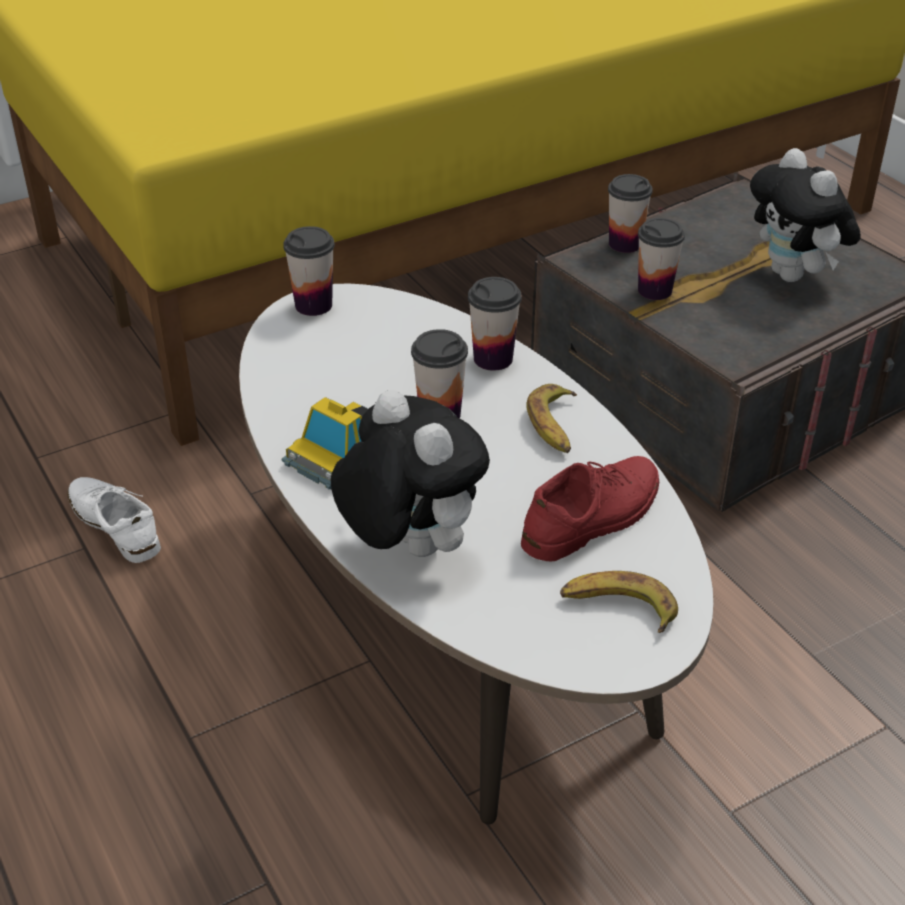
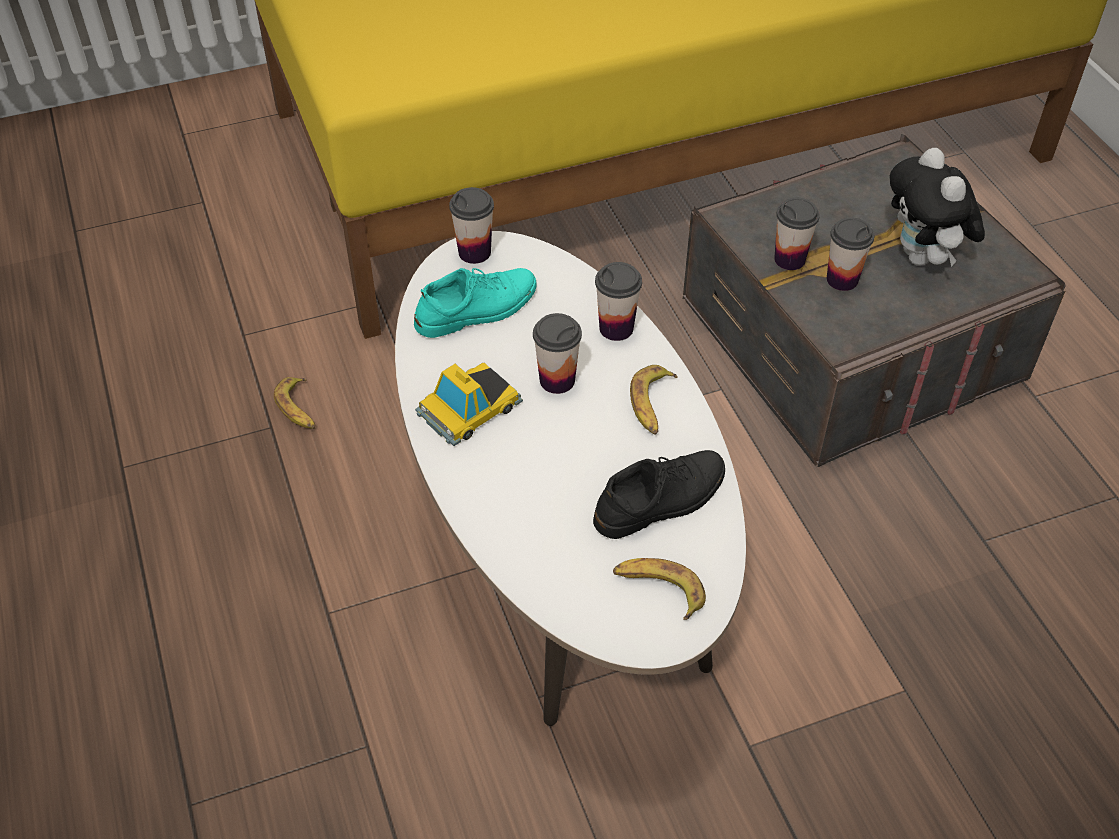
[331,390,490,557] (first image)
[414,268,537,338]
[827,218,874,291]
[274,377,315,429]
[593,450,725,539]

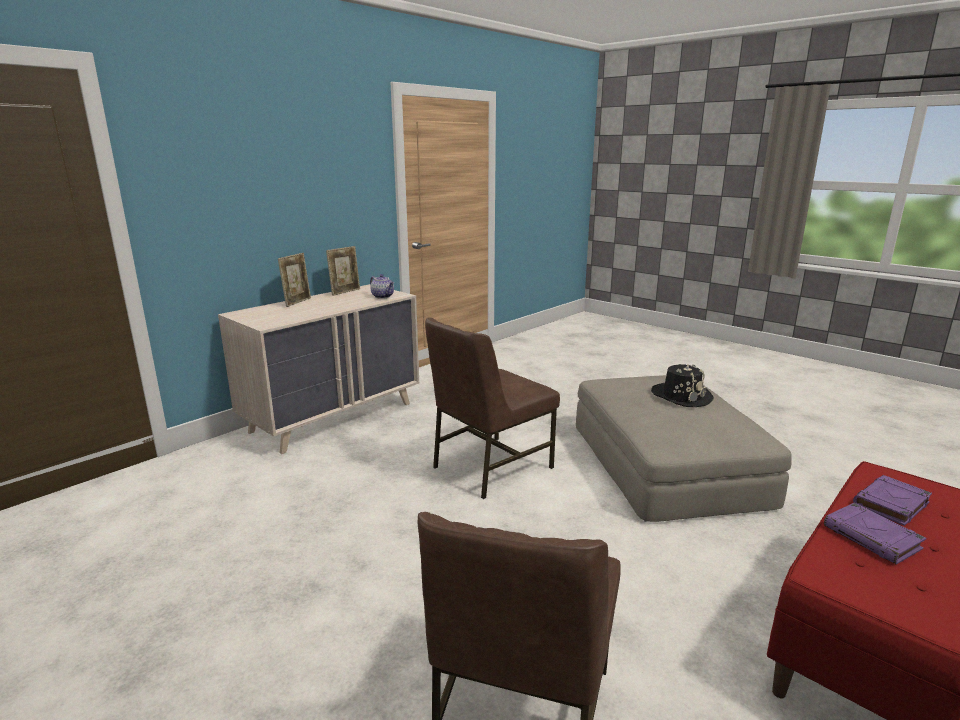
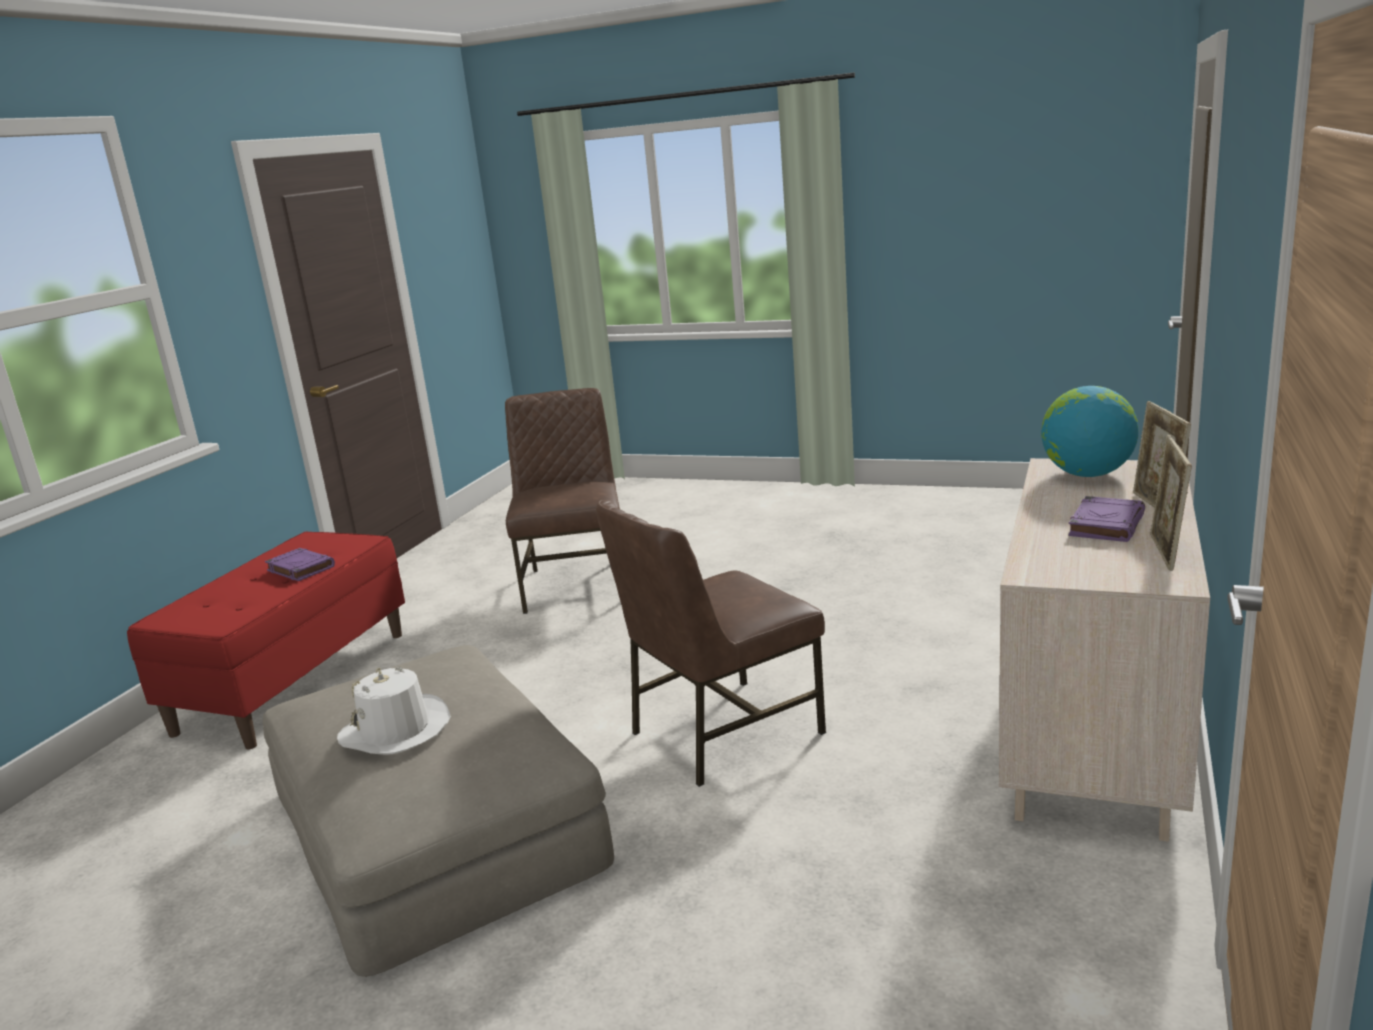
[370,274,394,299] (first image)
[1041,386,1139,477]
[1068,496,1145,542]
[337,666,451,755]
[596,500,826,787]

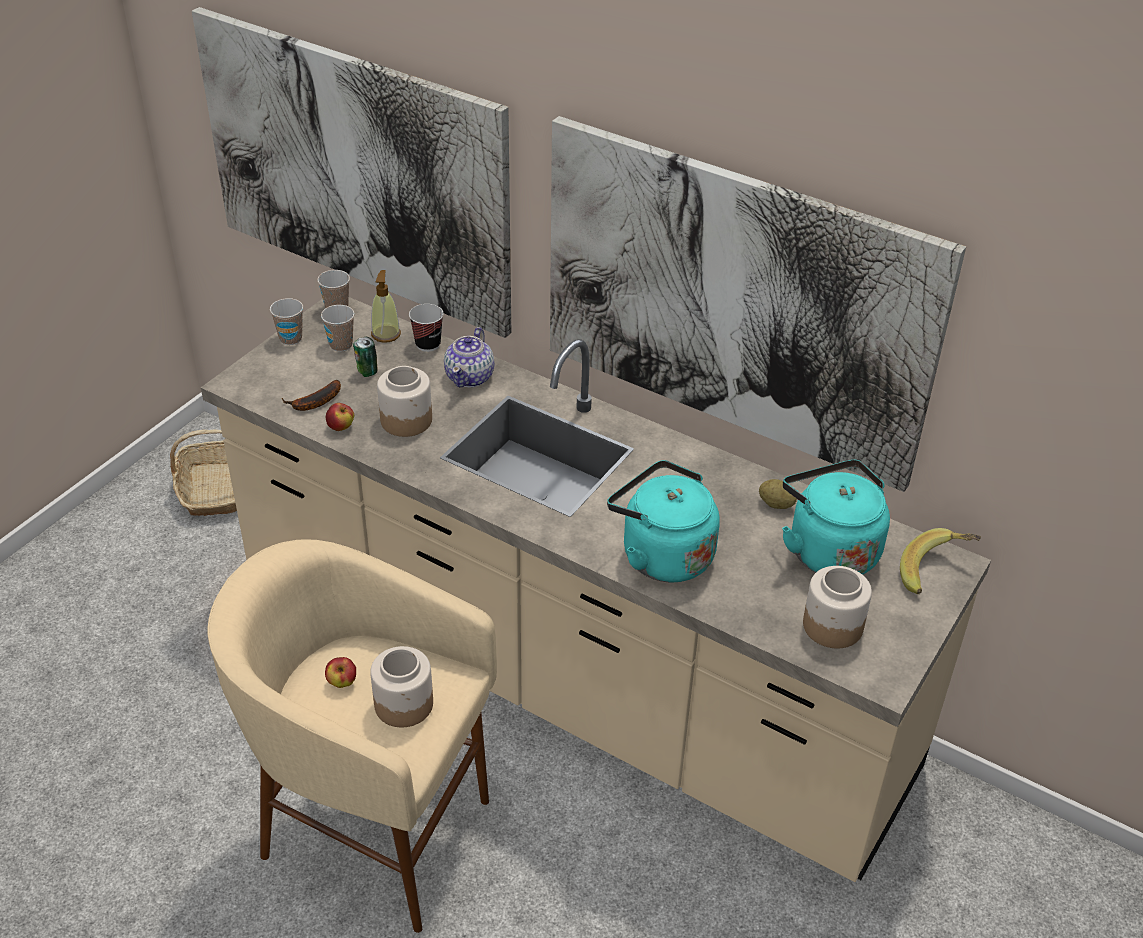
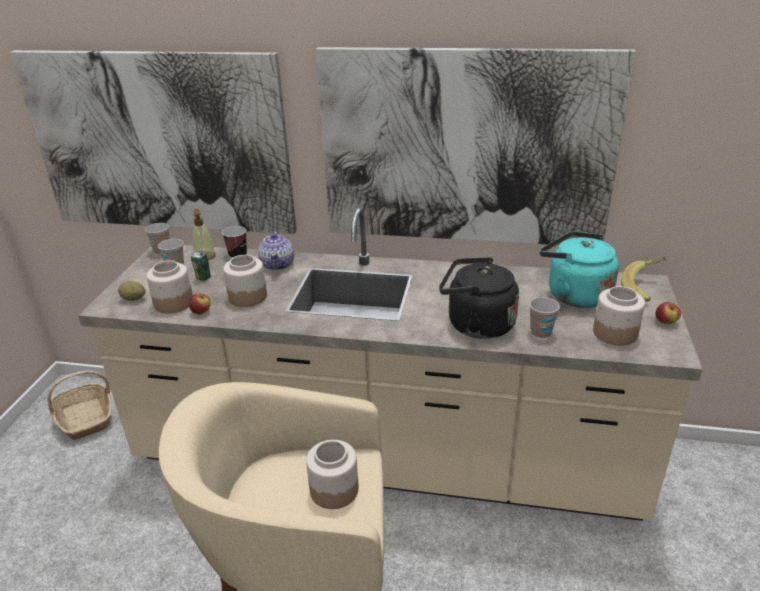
[530,297,560,338]
[656,302,681,324]
[118,281,146,301]
[146,260,193,313]
[439,257,519,339]

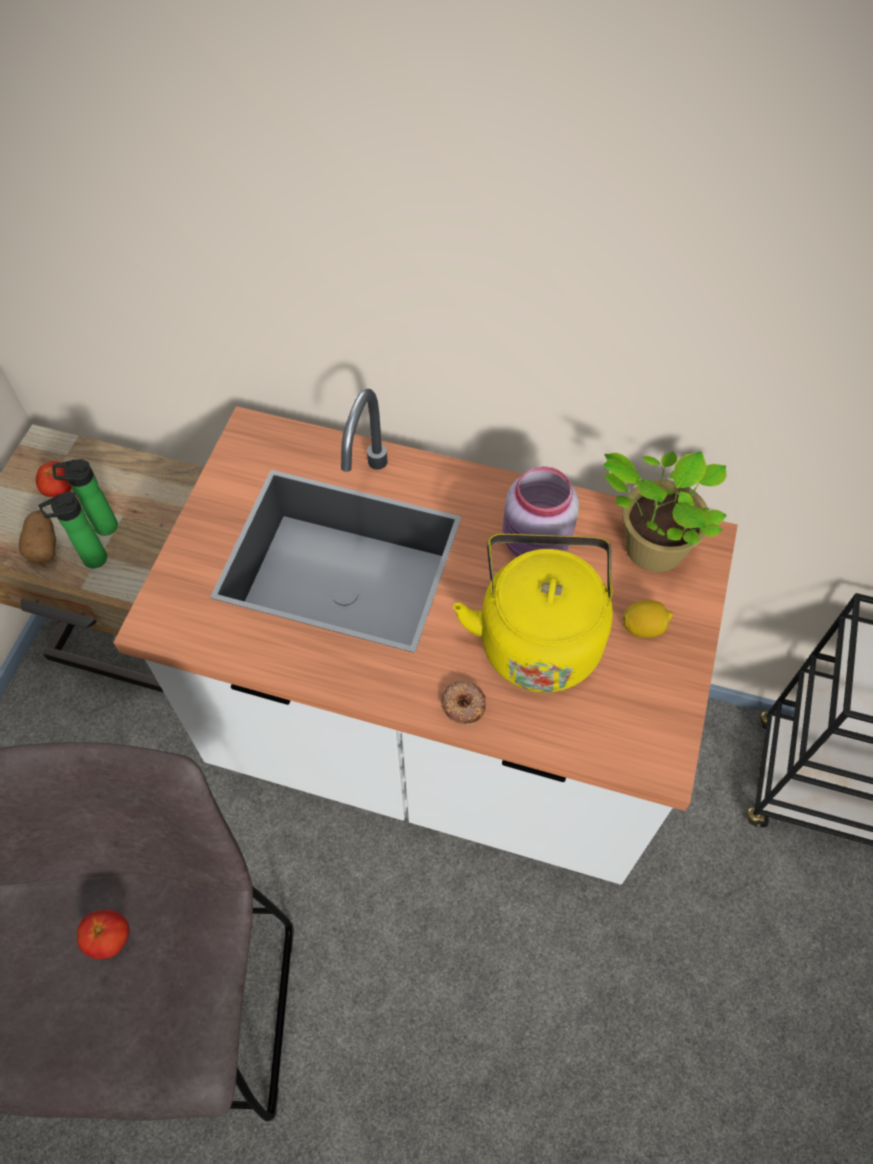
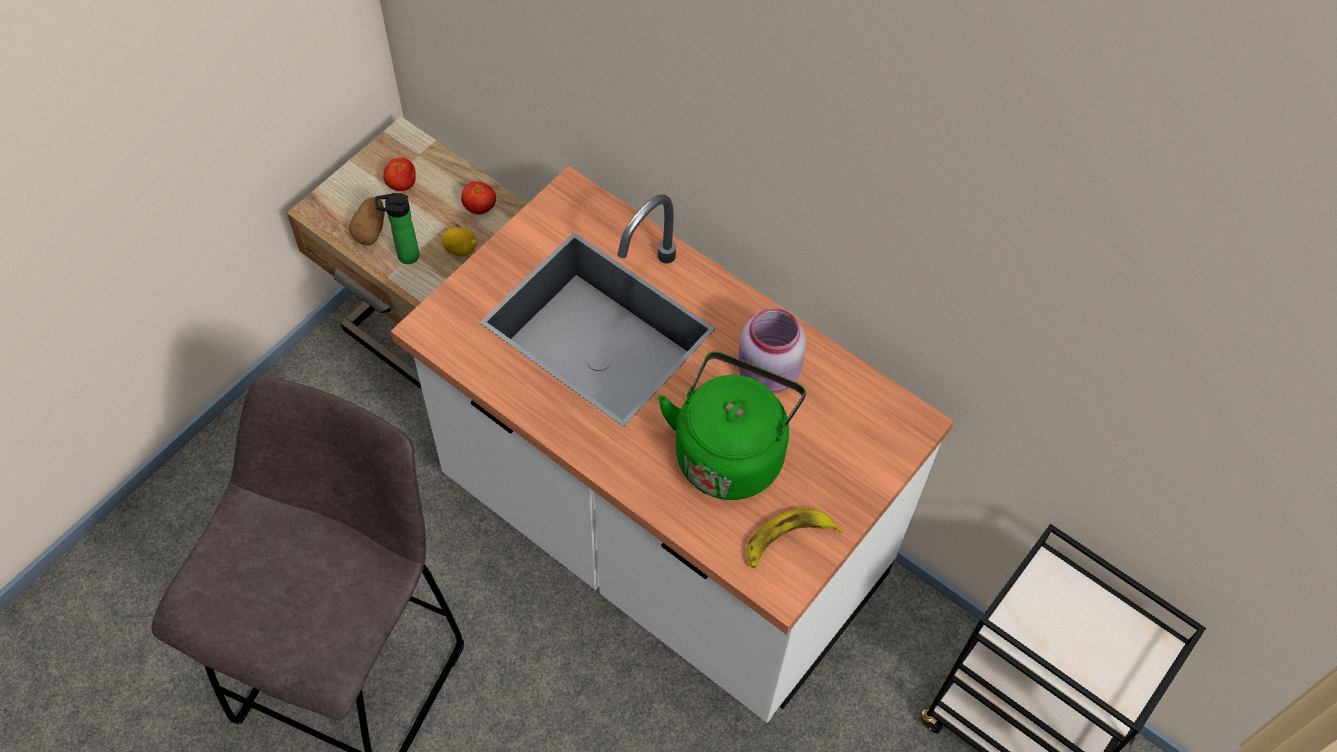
[52,459,118,536] (first image)
[441,681,486,726] (first image)
[604,451,727,572] (first image)
[746,509,843,568]
[461,182,496,214]
[442,227,477,256]
[658,352,806,500]

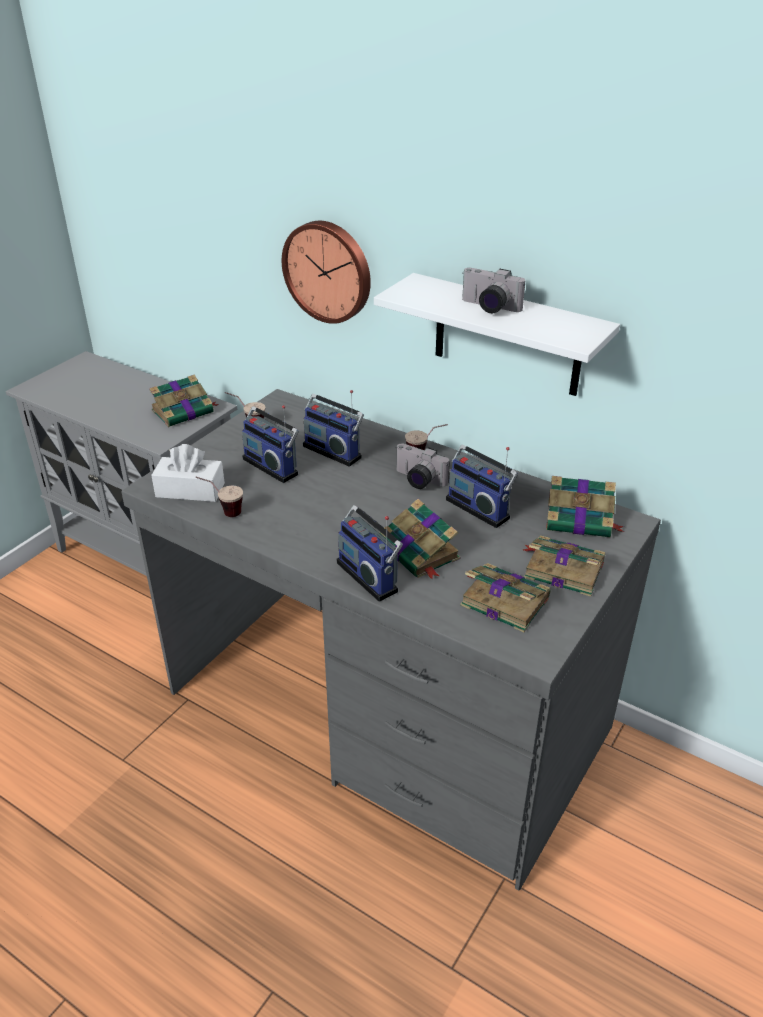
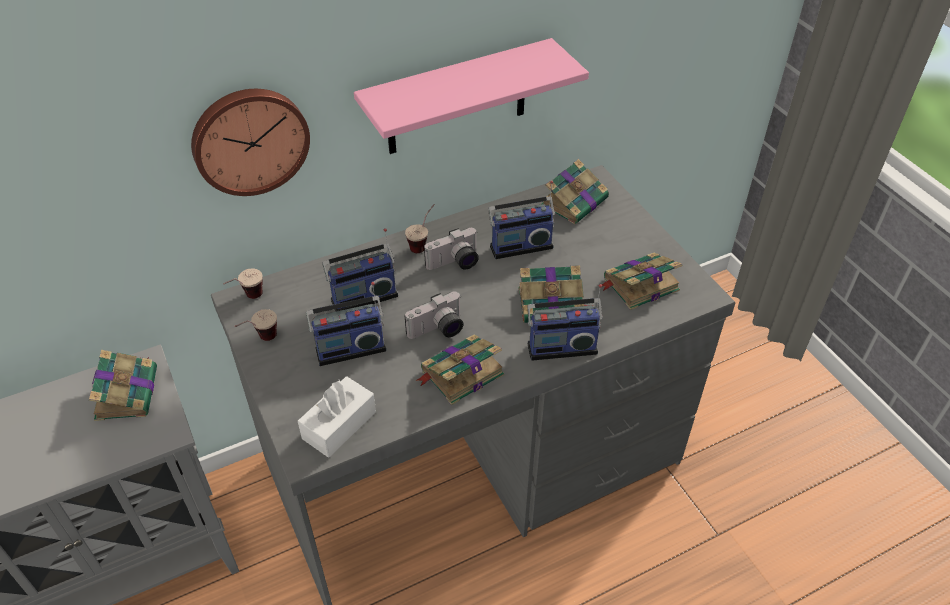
[223,269,263,299]
[405,291,464,339]
[416,335,504,405]
[354,38,589,154]

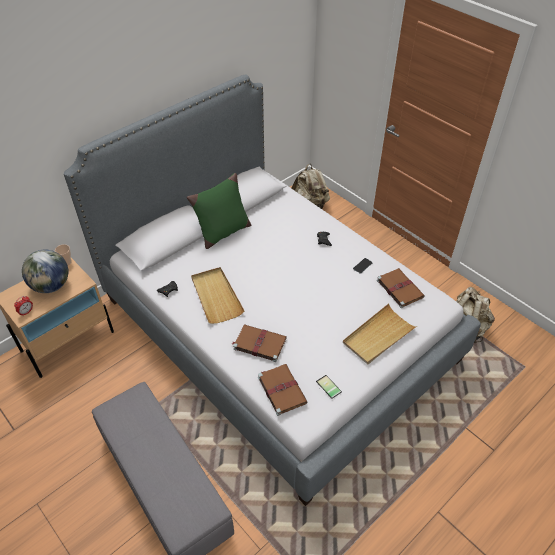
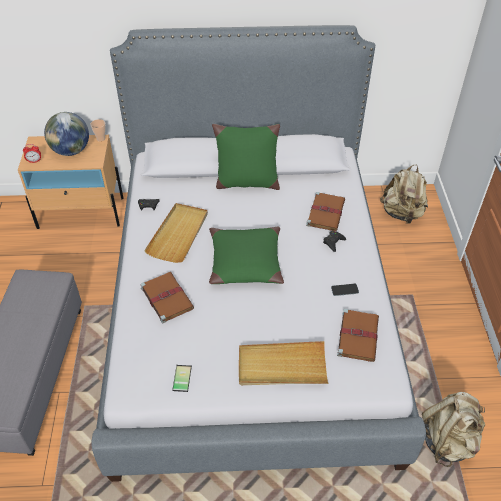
[209,227,284,284]
[306,192,345,231]

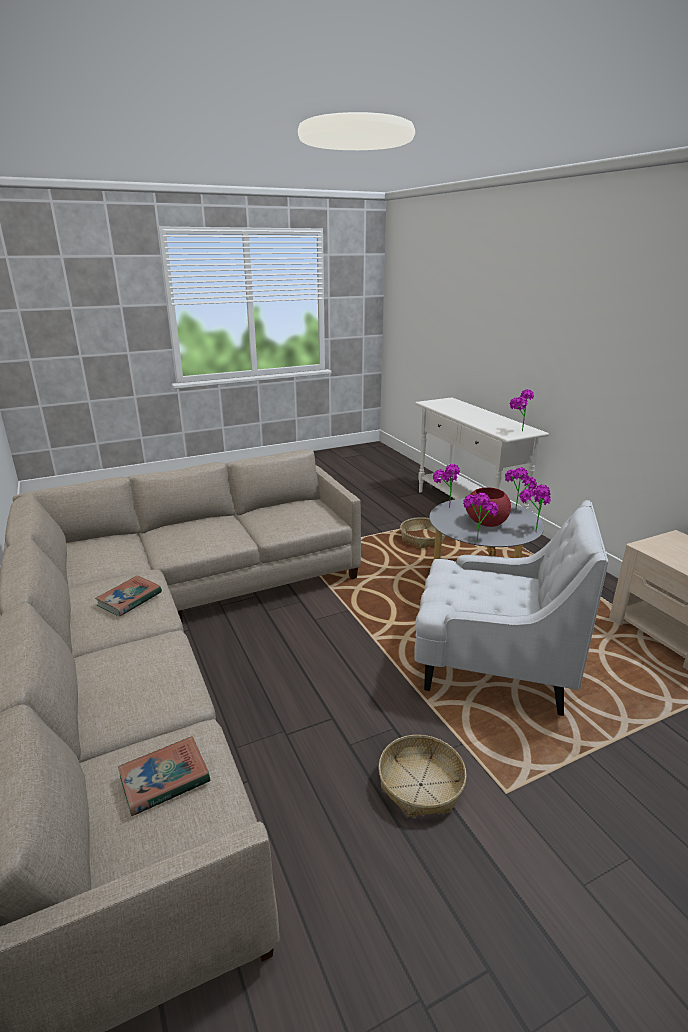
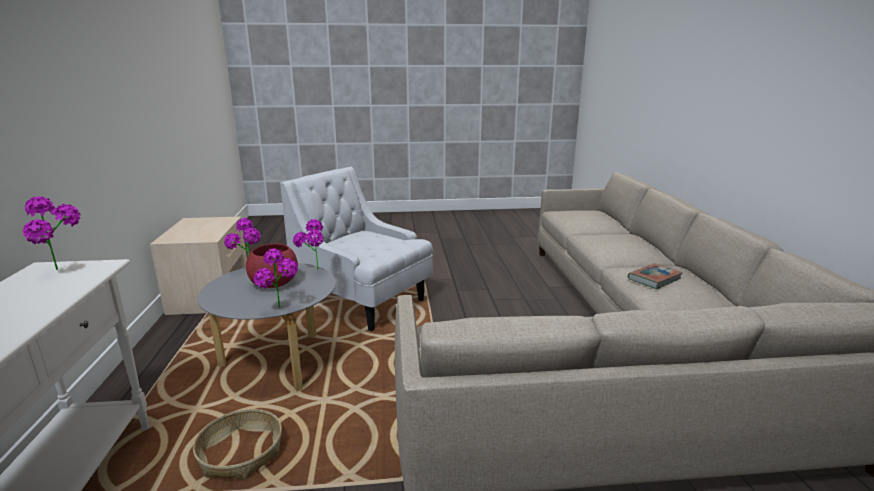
[118,736,210,816] (first image)
[378,735,467,817] (first image)
[505,468,537,512] (first image)

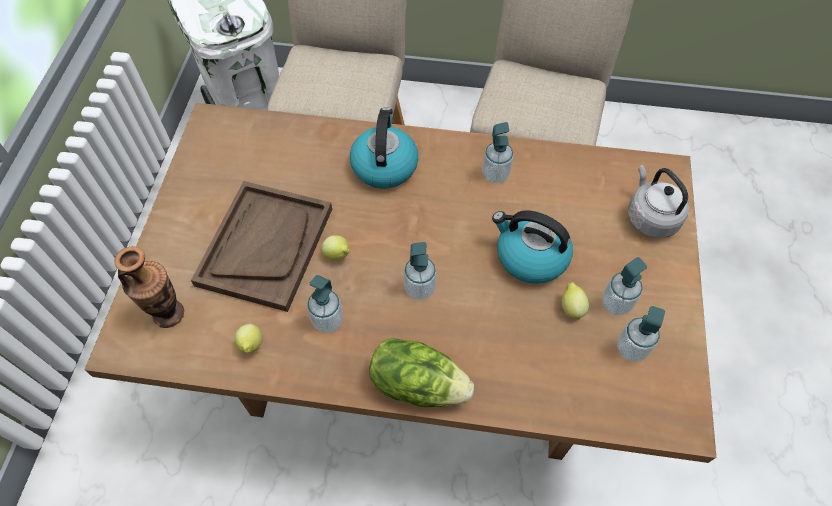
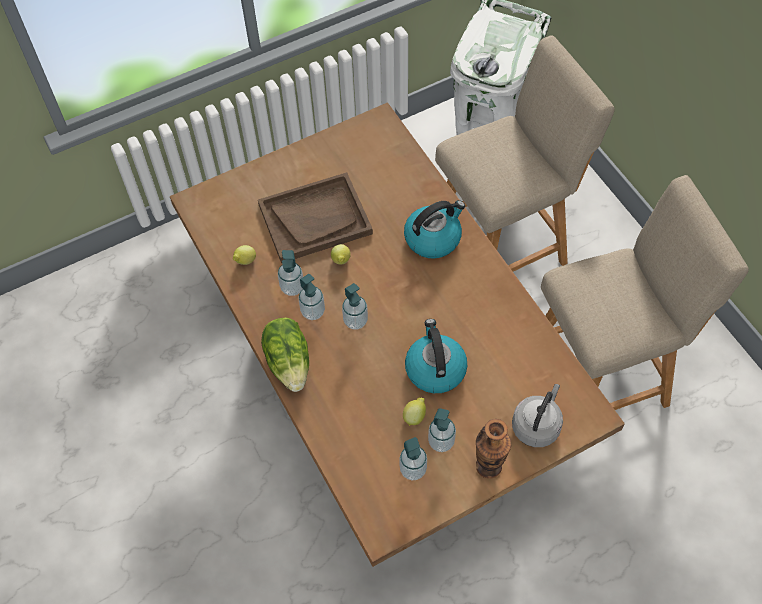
[476,419,511,479]
[299,274,325,320]

